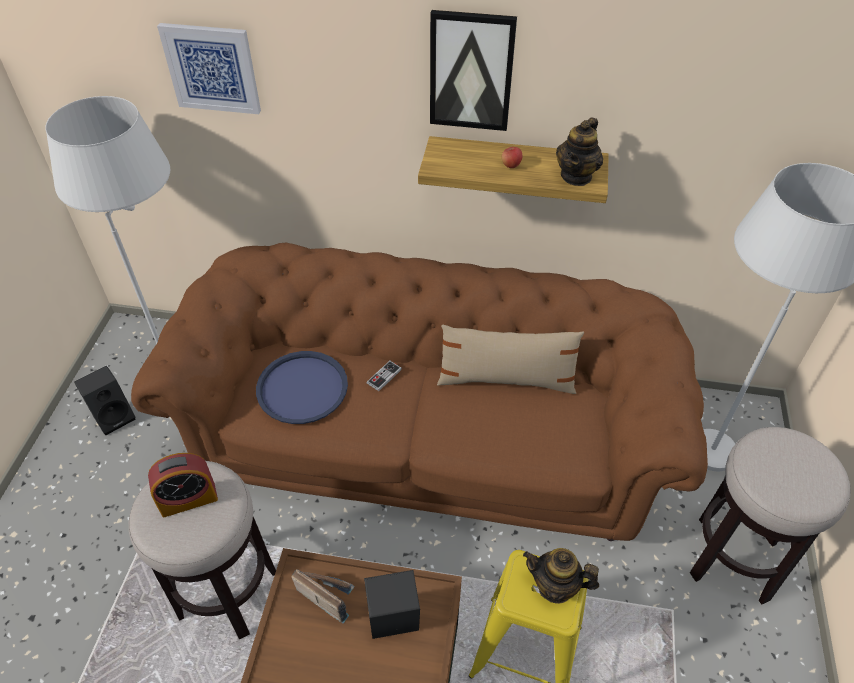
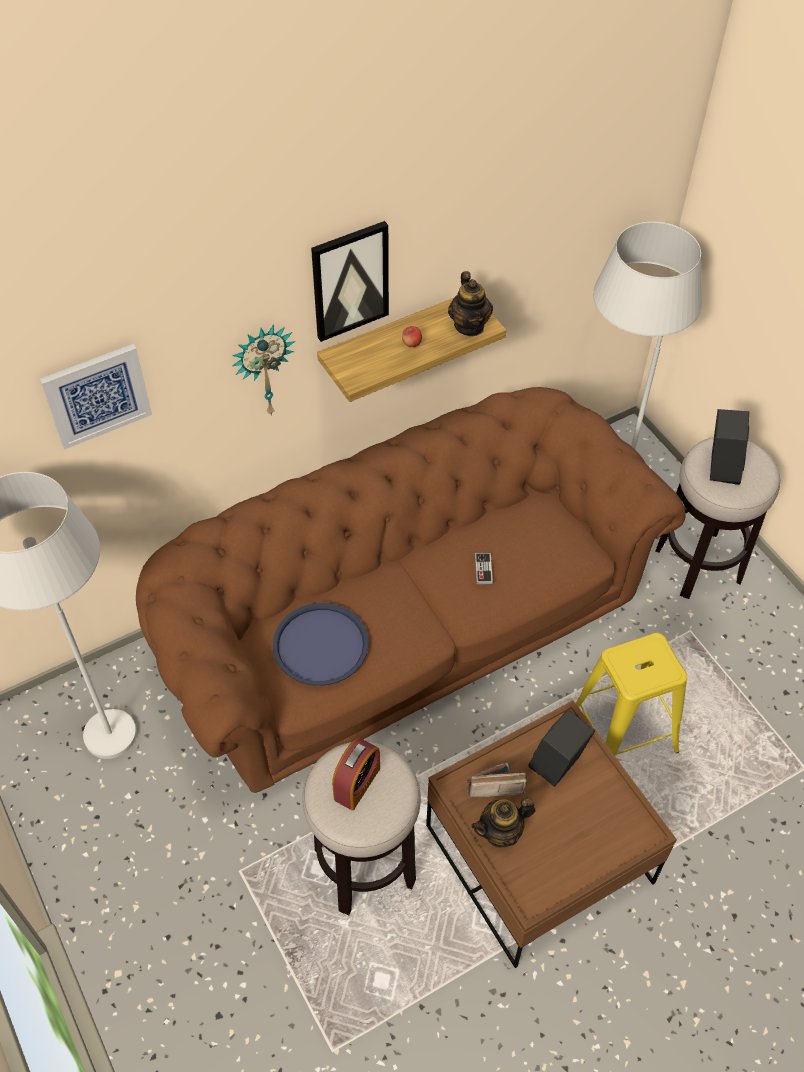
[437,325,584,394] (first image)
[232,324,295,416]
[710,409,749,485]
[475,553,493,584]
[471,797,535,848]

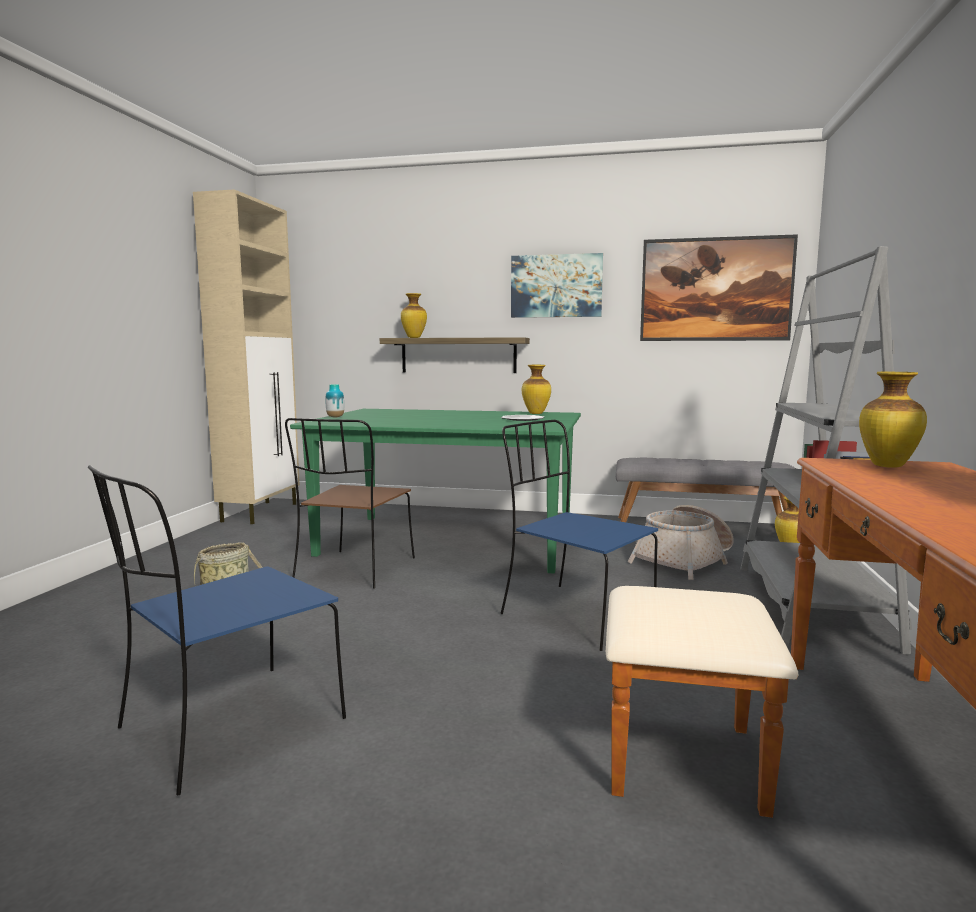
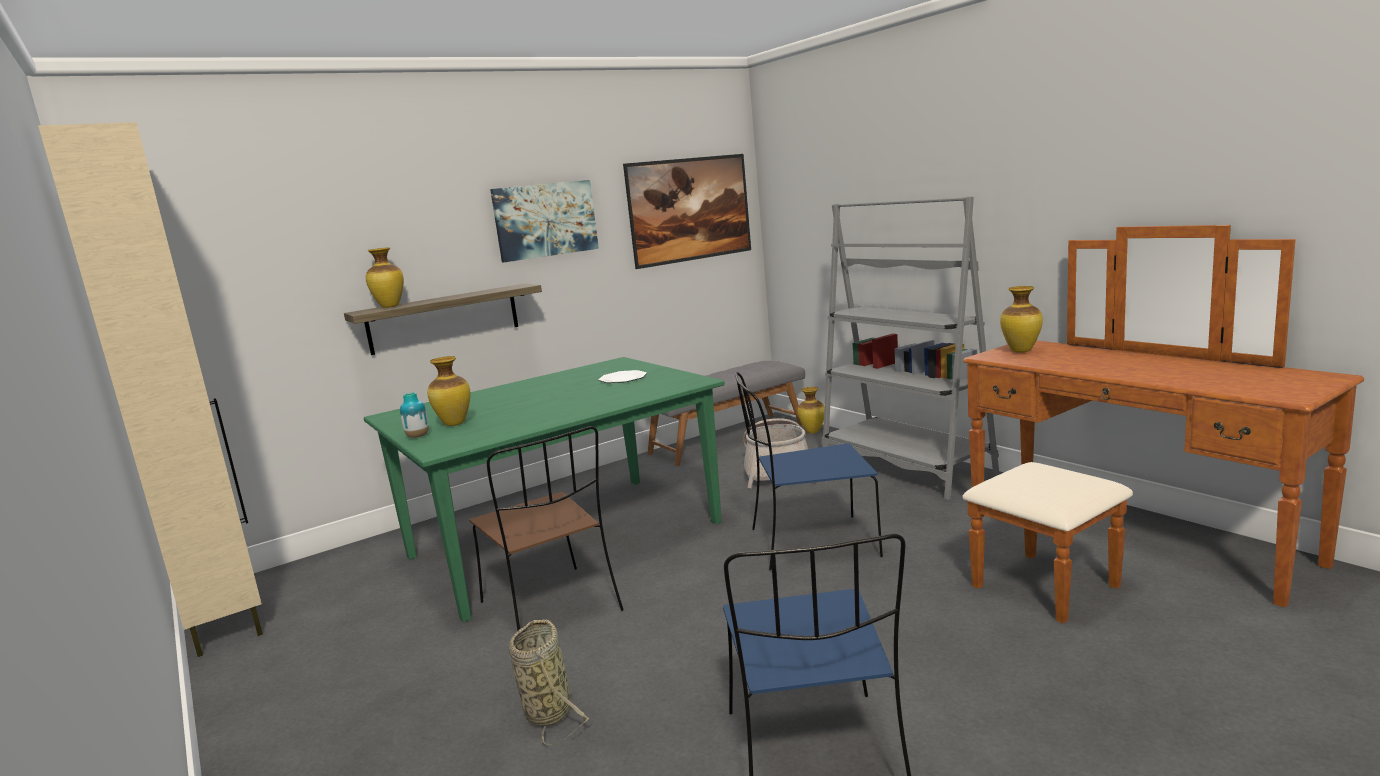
[427,356,470,426]

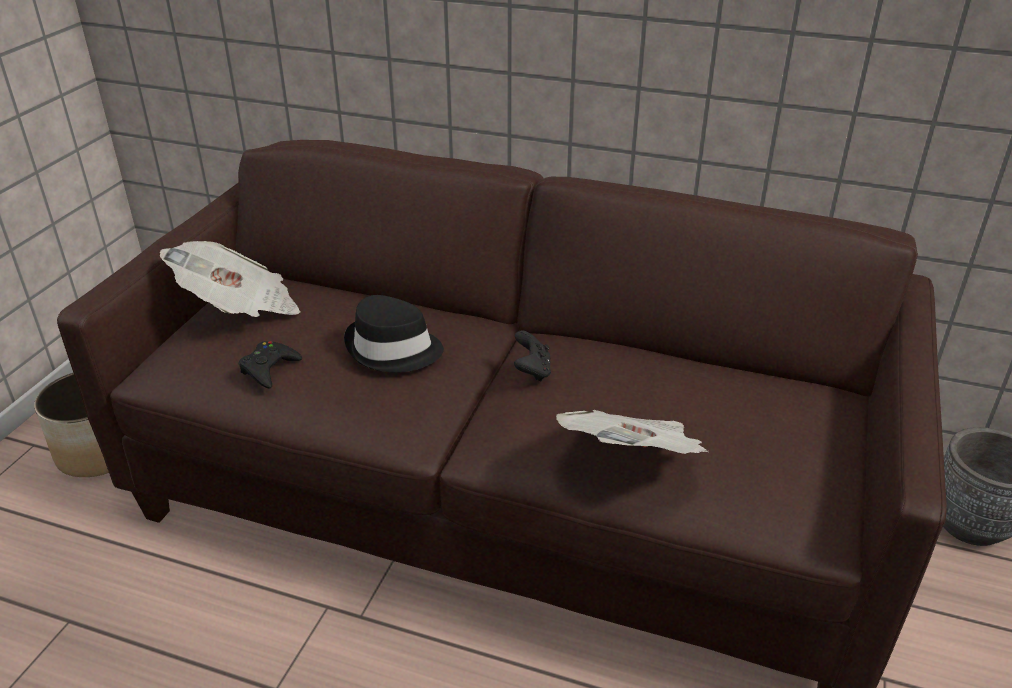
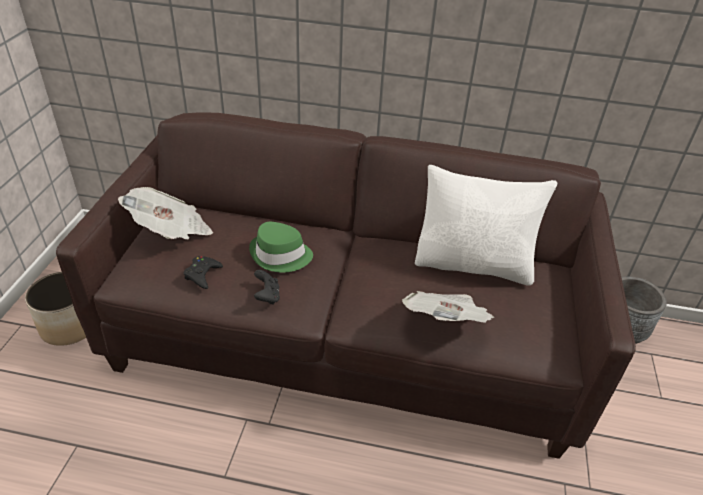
[415,165,557,286]
[254,270,280,305]
[249,222,313,273]

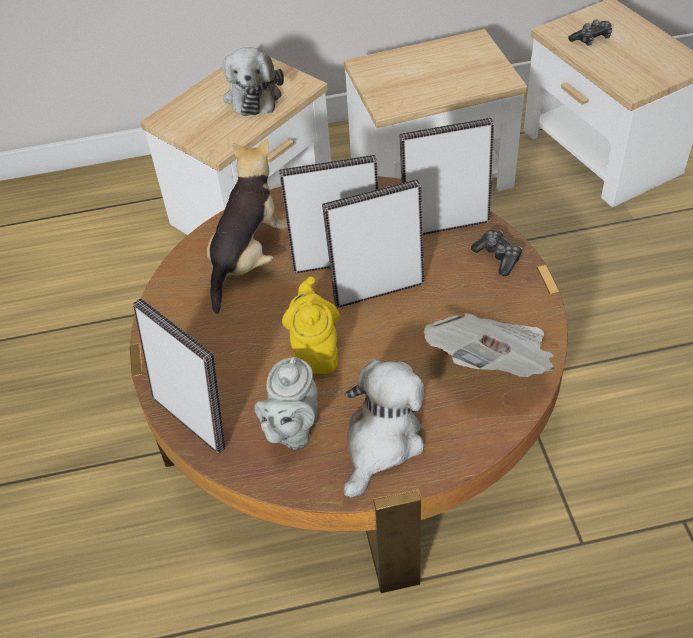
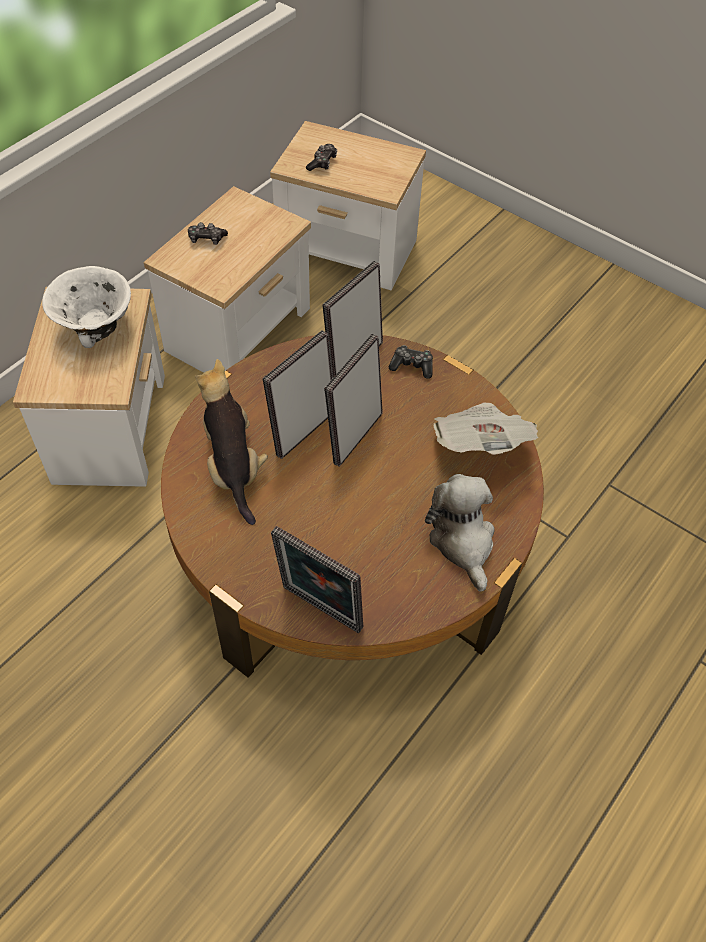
[254,357,318,450] (first image)
[282,277,340,374] (first image)
[188,222,228,245]
[42,266,131,348]
[271,526,363,633]

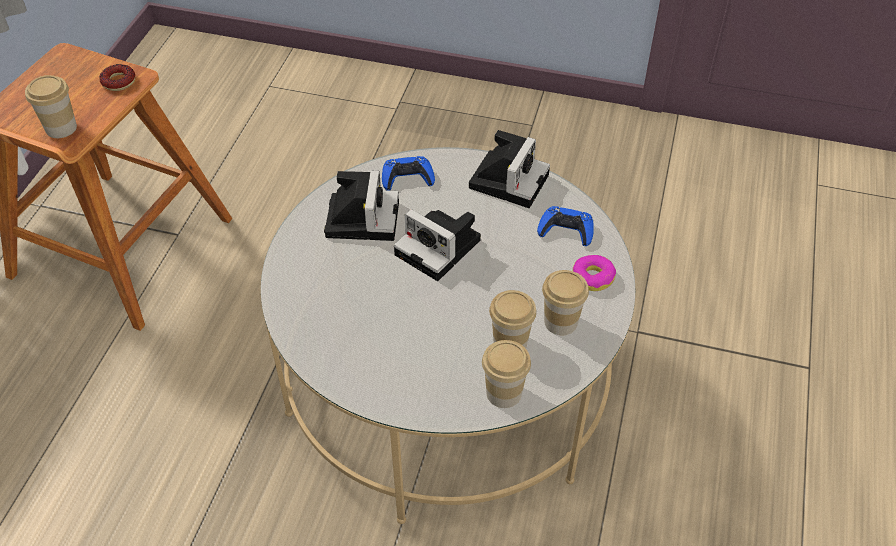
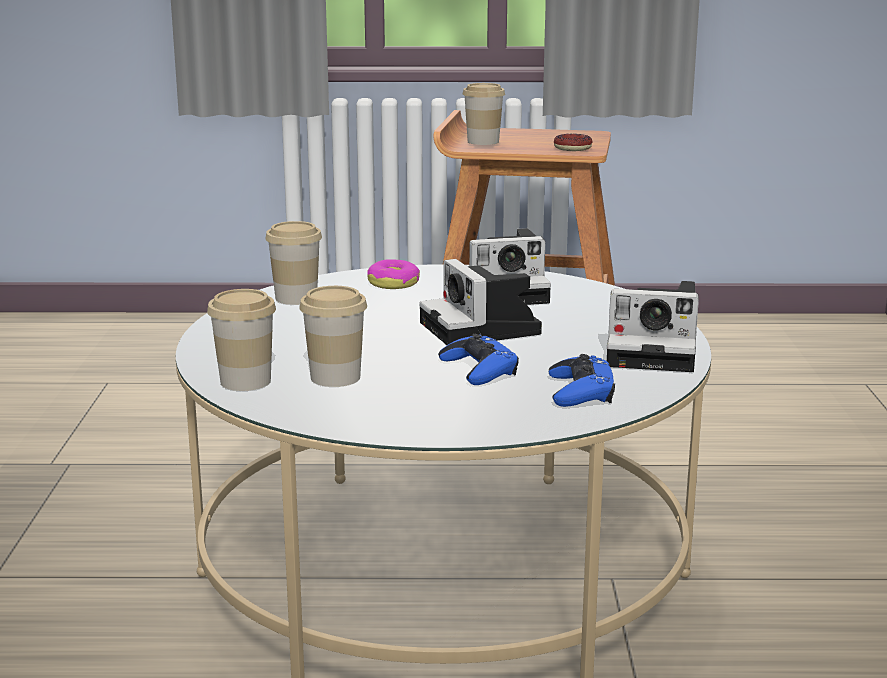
[438,334,519,385]
[265,221,322,305]
[367,260,420,289]
[419,259,542,345]

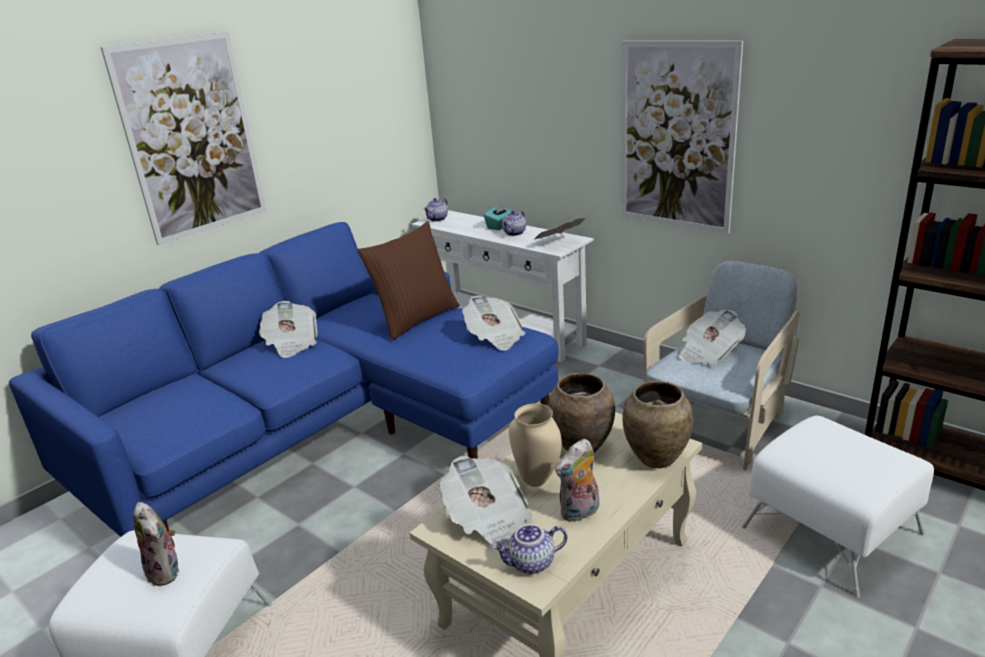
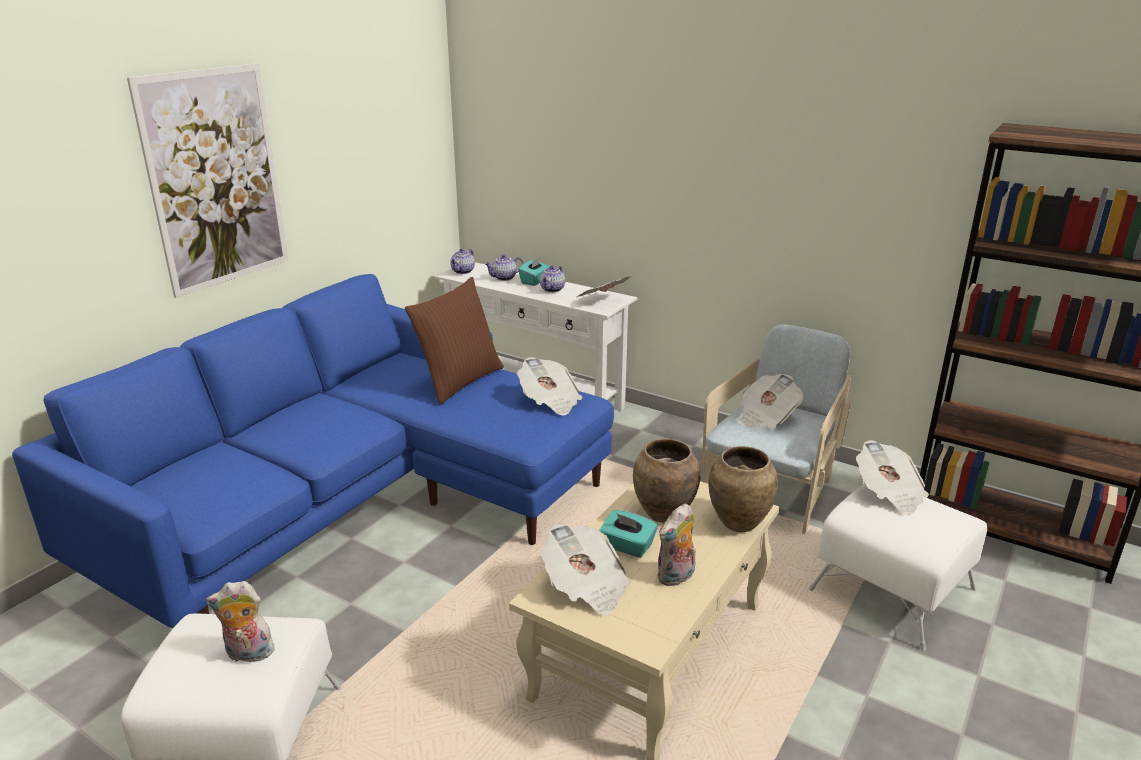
[622,41,743,234] (first image)
[856,440,929,515]
[484,255,523,281]
[599,510,658,558]
[206,581,275,662]

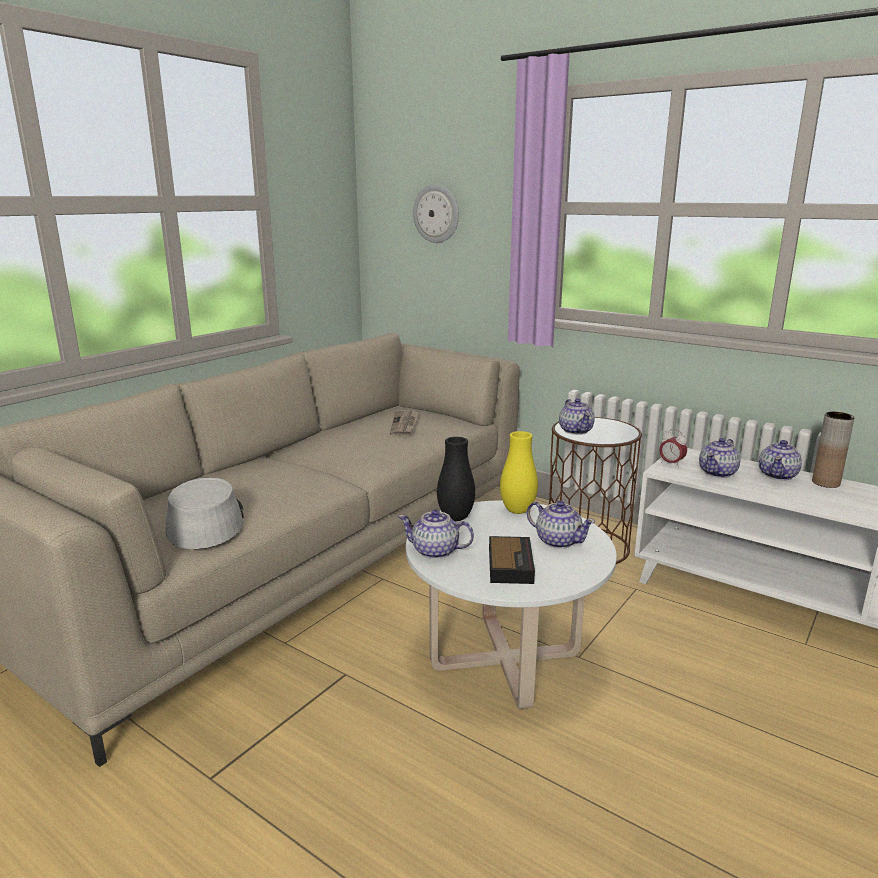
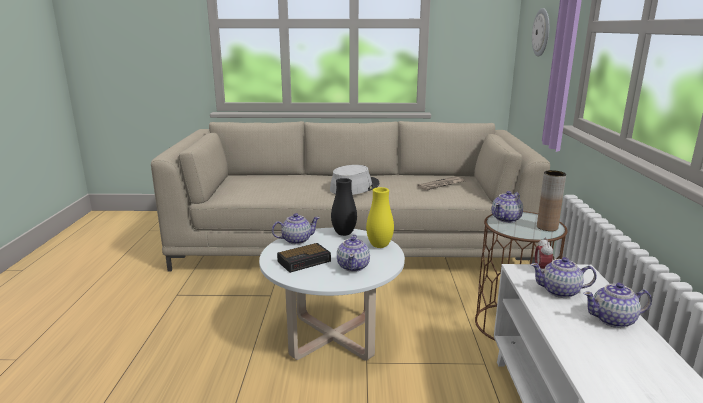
[330,165,379,195]
[537,170,566,231]
[272,213,320,245]

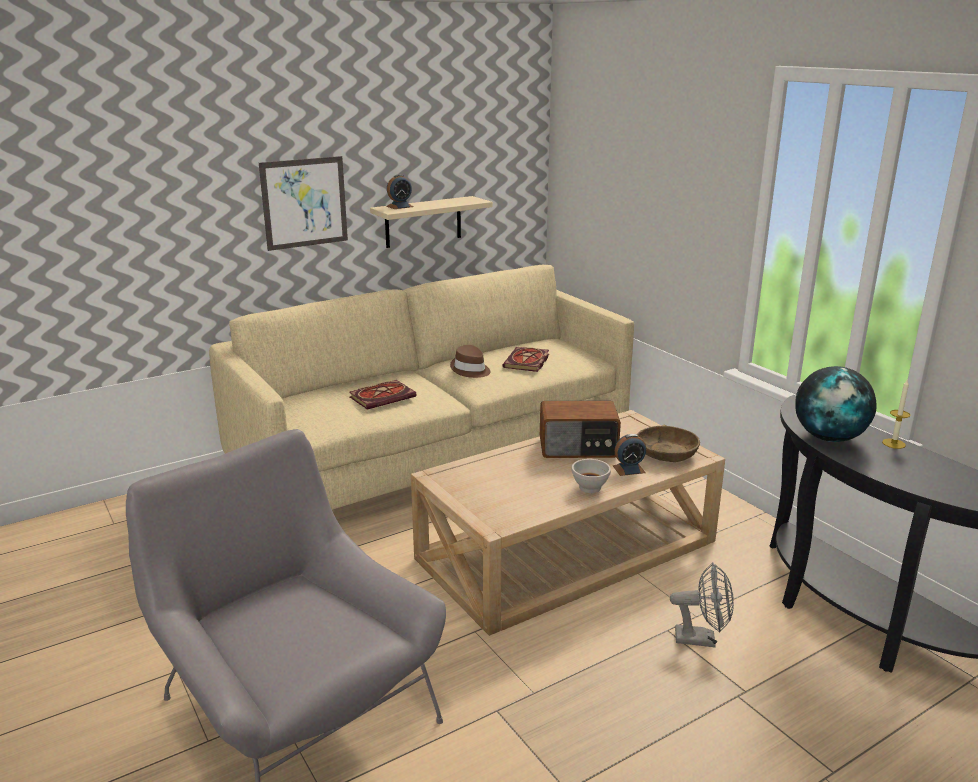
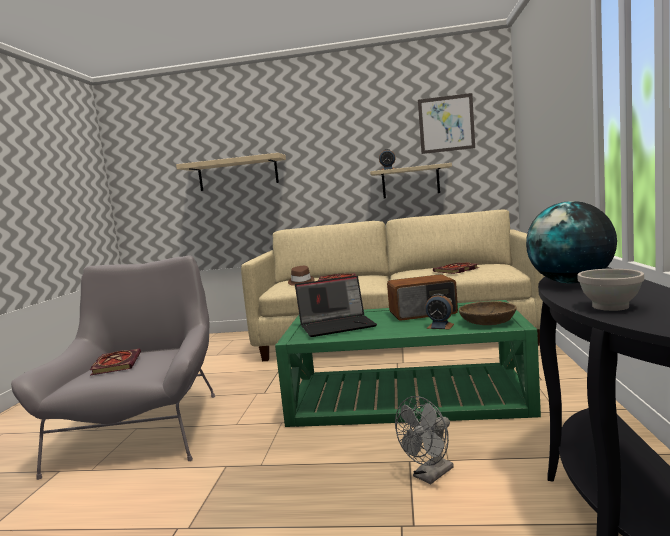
[882,380,910,449] (first image)
[90,349,141,376]
[176,153,286,191]
[295,275,377,337]
[418,93,475,154]
[288,266,315,286]
[578,269,644,311]
[275,300,541,427]
[387,274,458,321]
[395,396,454,484]

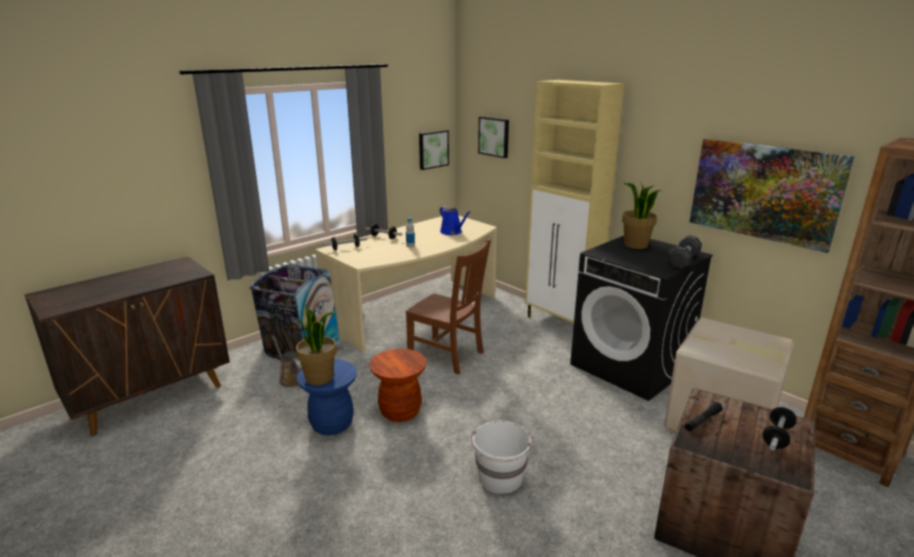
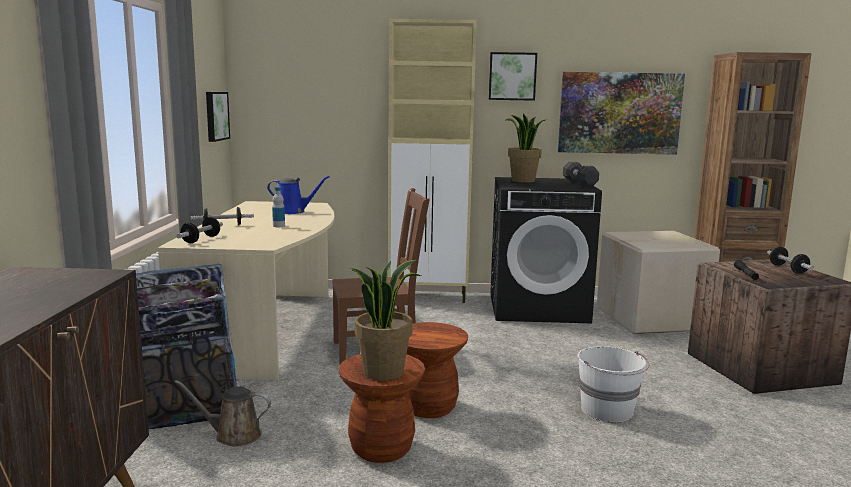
[489,52,537,101]
[339,354,425,463]

